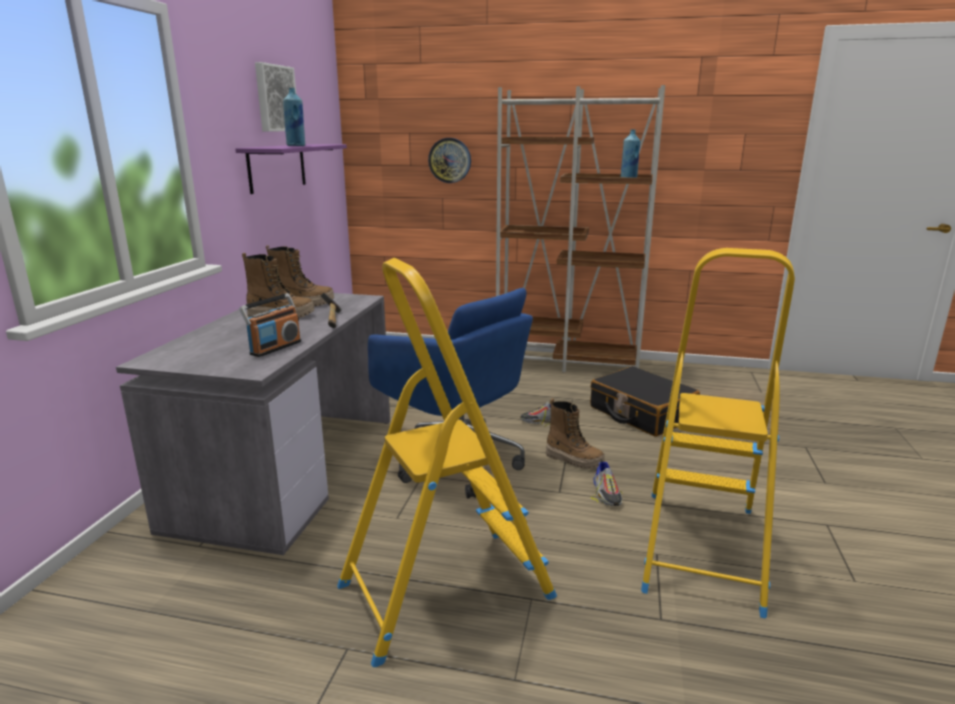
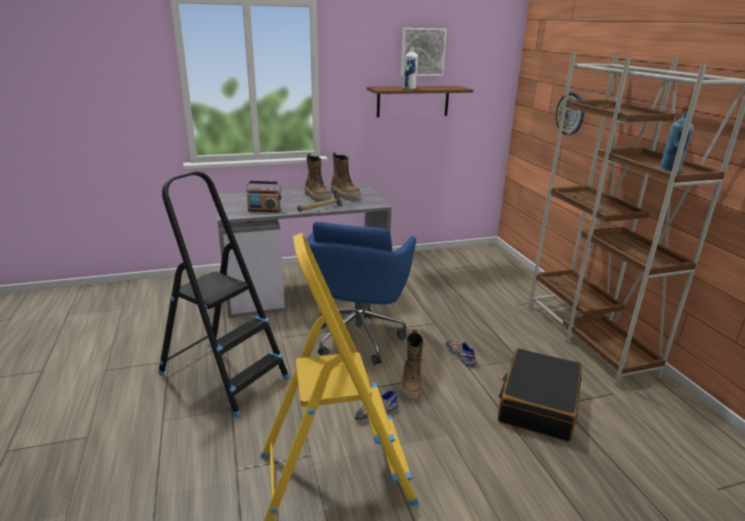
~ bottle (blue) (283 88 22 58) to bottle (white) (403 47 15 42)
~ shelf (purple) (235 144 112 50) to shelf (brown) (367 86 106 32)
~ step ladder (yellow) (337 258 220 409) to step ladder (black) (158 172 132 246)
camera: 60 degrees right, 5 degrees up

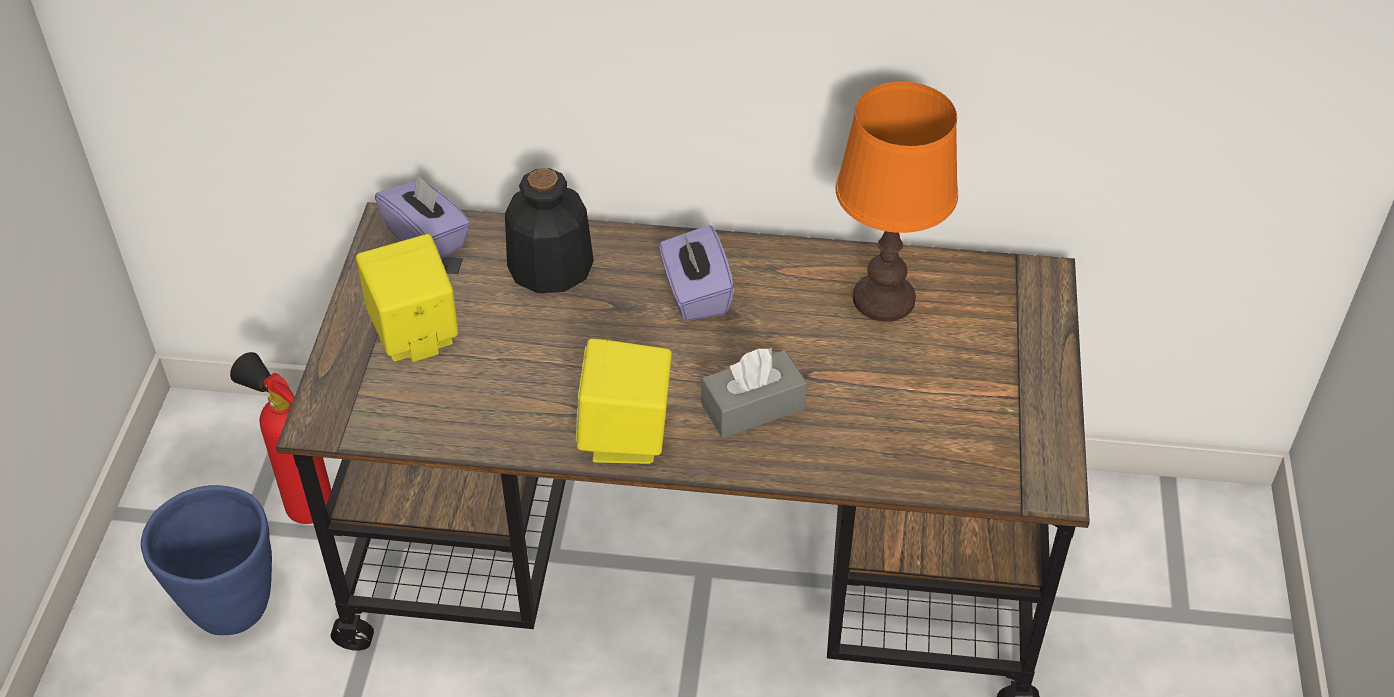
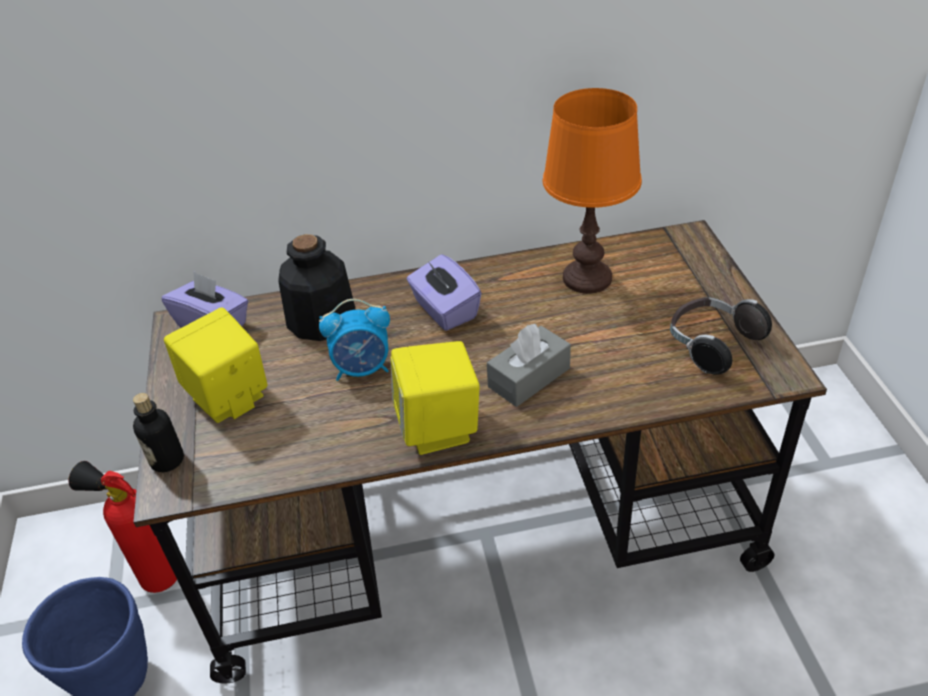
+ headphones (670 297 102 78)
+ alarm clock (319 299 71 82)
+ bottle (133 393 51 79)
camera: 15 degrees left, 5 degrees down

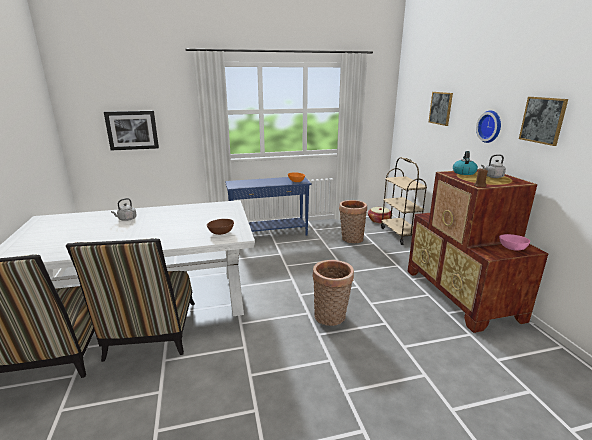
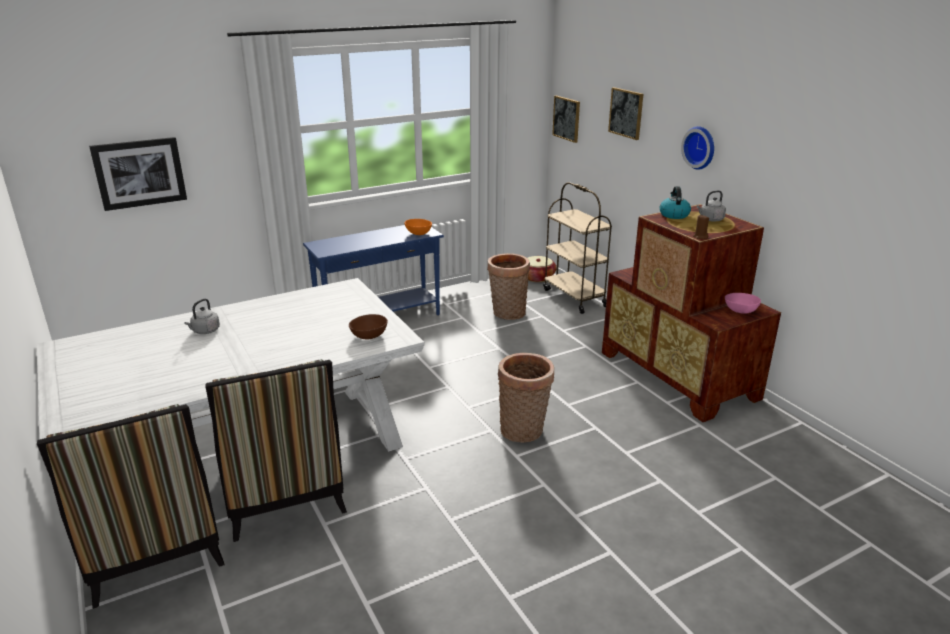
~ picture (519 97 49 49) to (552 96 28 47)
camera: 15 degrees left, 5 degrees up

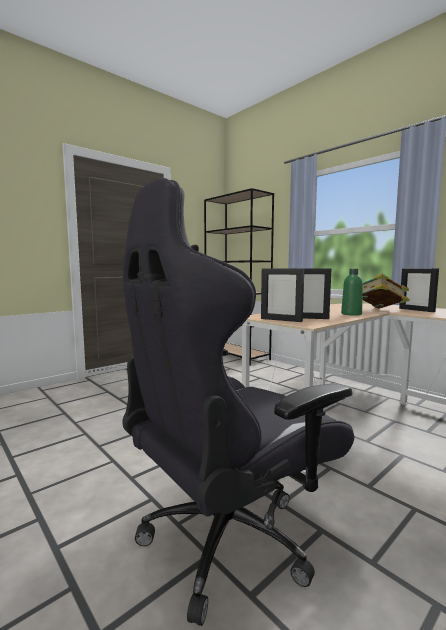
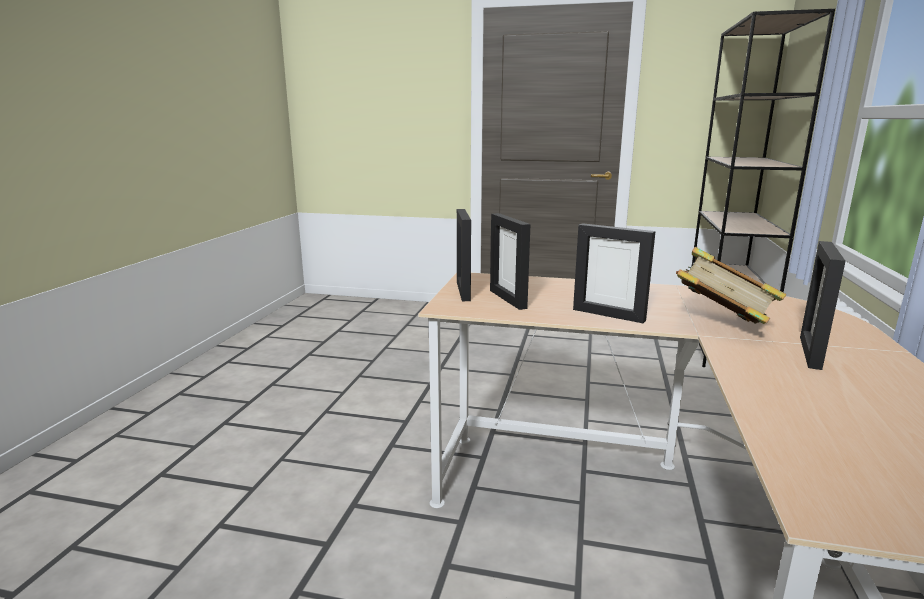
- office chair (black) (122 178 232 448)
~ bottle (green) (341 269 22 47) to picture frame (573 223 83 100)
camera: 55 degrees right, 10 degrees up

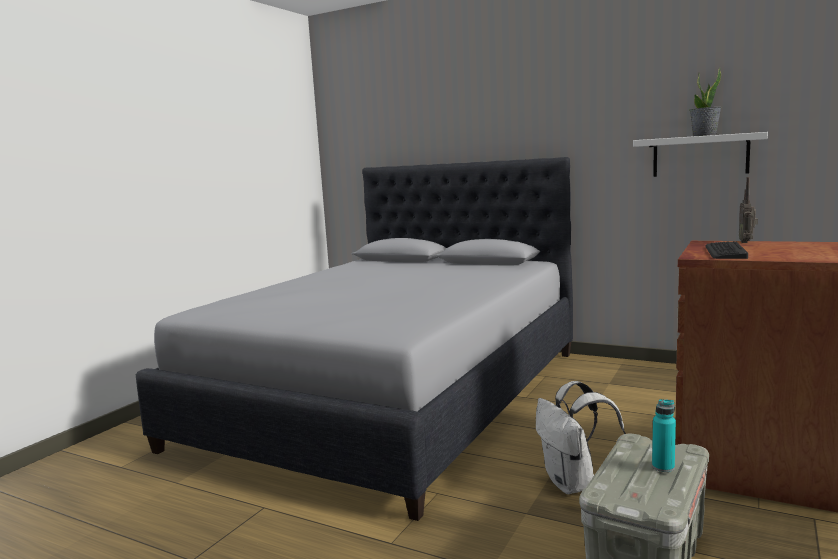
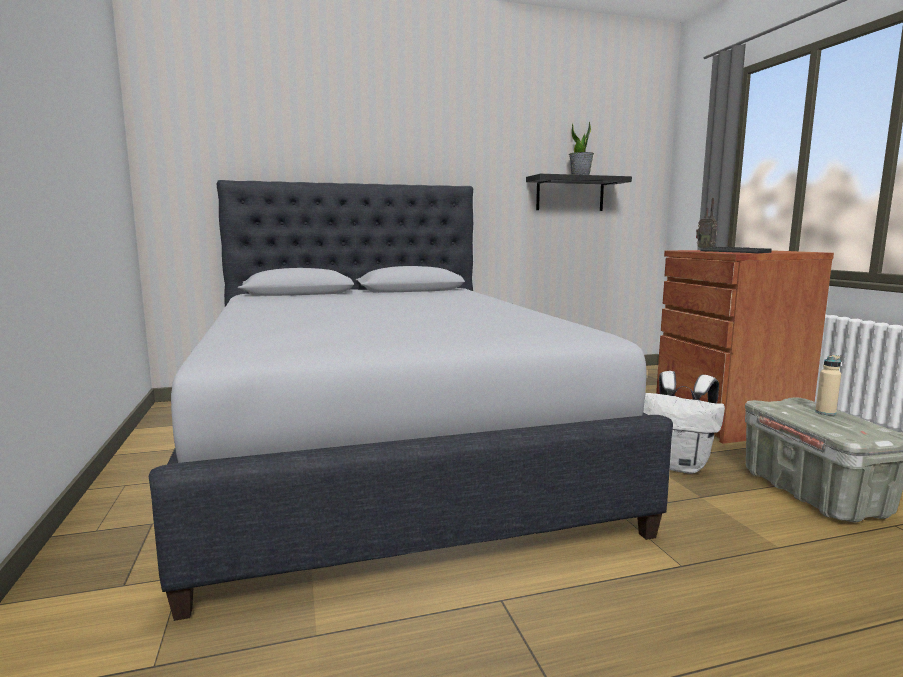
~ shelf (white) (633 132 135 45) to shelf (black) (526 174 106 37)
~ bottle (turquoise) (652 399 24 73) to bottle (beige) (815 355 26 61)
camera: 45 degrees left, 0 degrees up

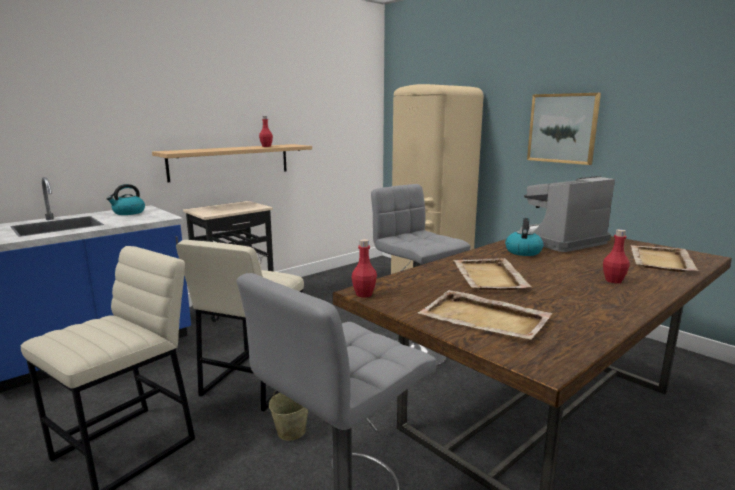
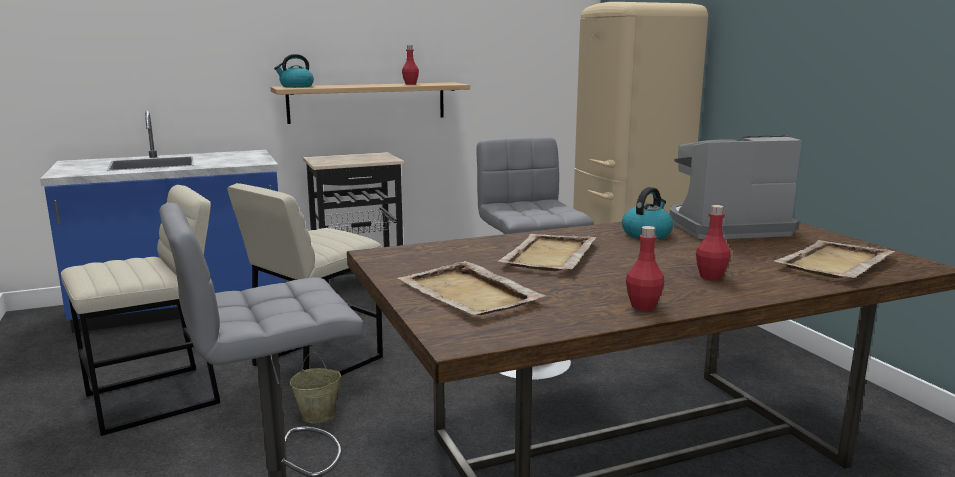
- picture (527 93 74 72)
~ kettle (106 184 39 31) to (274 54 40 34)
~ bottle (red) (351 239 26 59) to (626 226 39 85)
camera: 20 degrees right, 0 degrees up

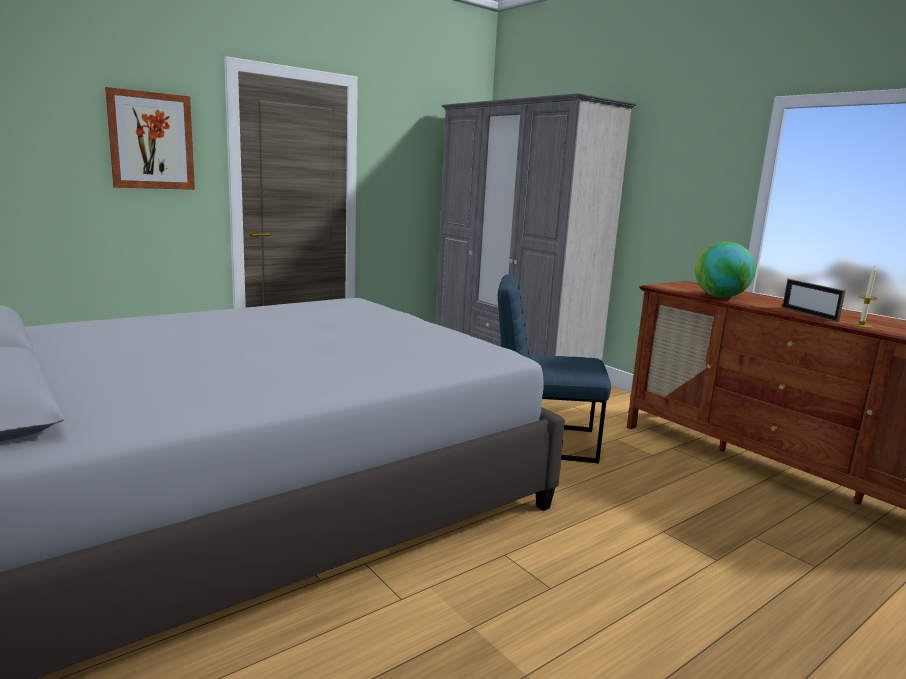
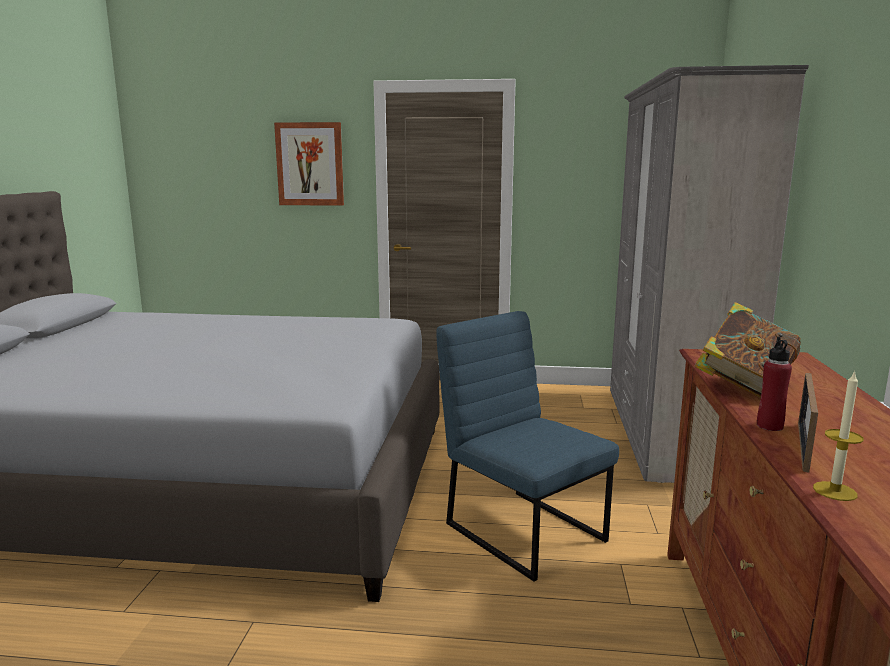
~ globe (695 242 61 56) to book (694 302 107 96)
+ bottle (red) (757 337 35 94)
camera: 45 degrees right, 0 degrees up

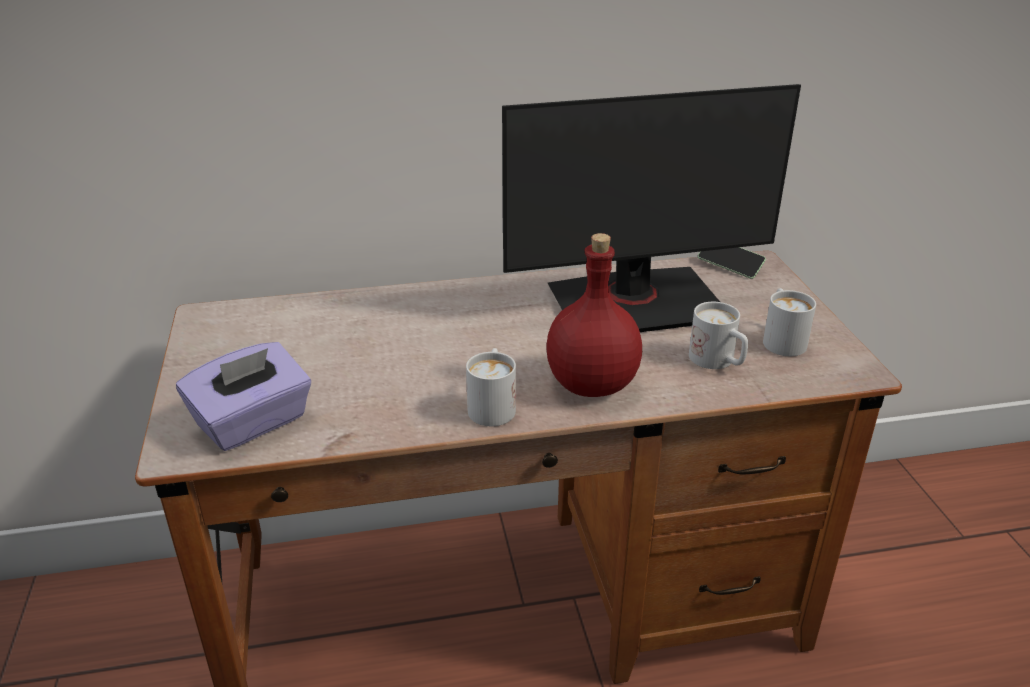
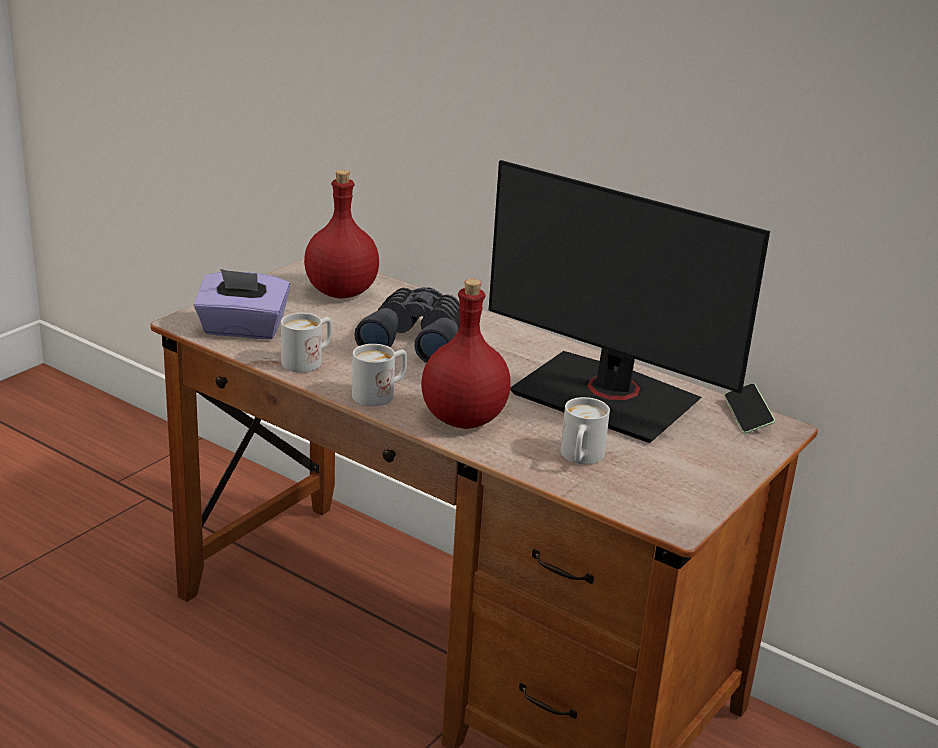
~ mug (white) (763 288 53 68) to (281 313 51 60)
+ bottle (red) (304 170 75 129)
+ binoculars (grey) (354 287 106 76)
camera: 45 degrees right, 5 degrees down

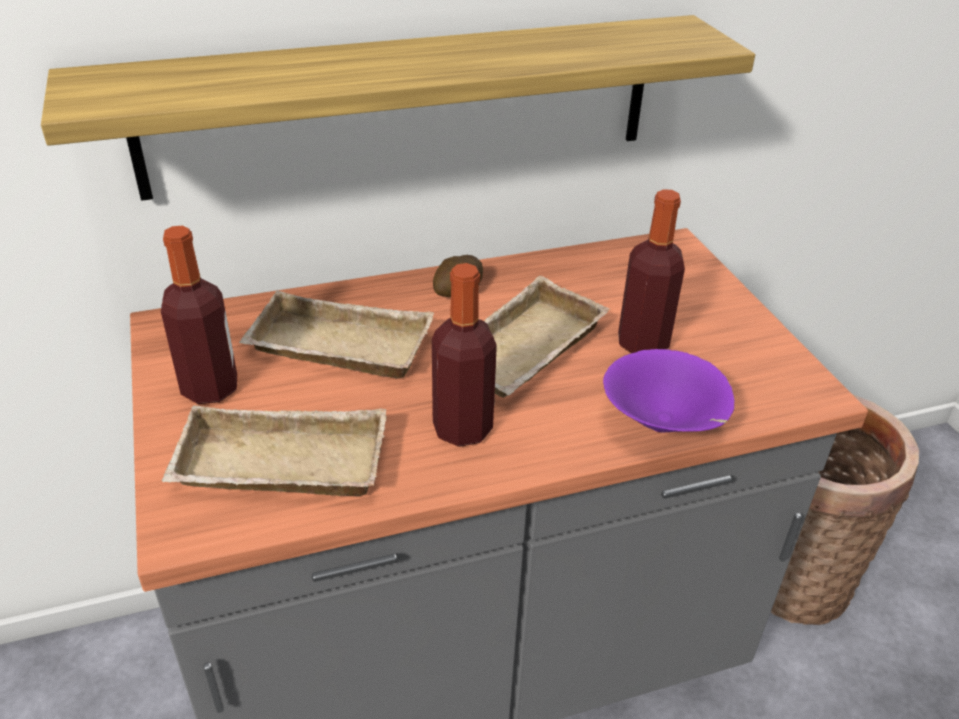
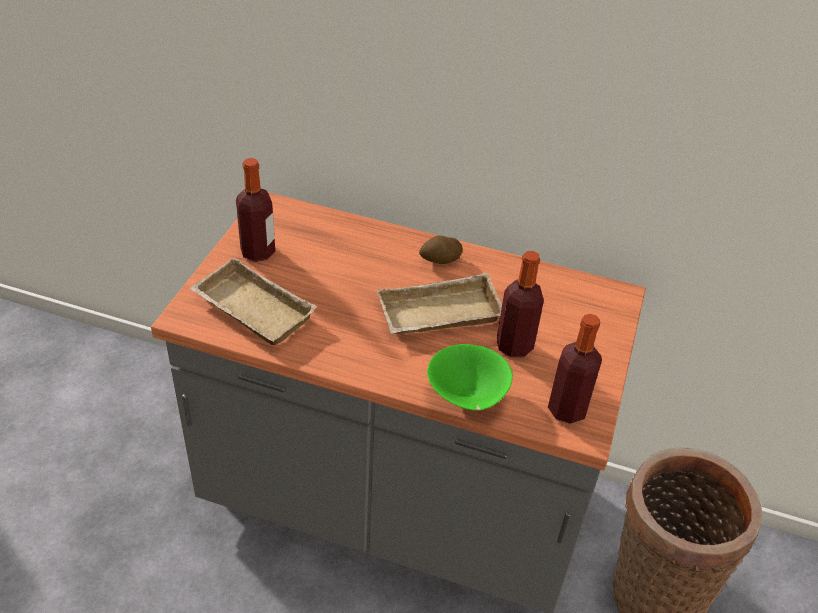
- shelf (41 15 714 186)
~ bottle (432 263 65 184) to (548 314 54 110)
- tray (beige) (239 291 195 88)
~ bowl (purple) (603 349 132 84) to bowl (green) (427 344 86 67)
camera: 35 degrees right, 5 degrees up

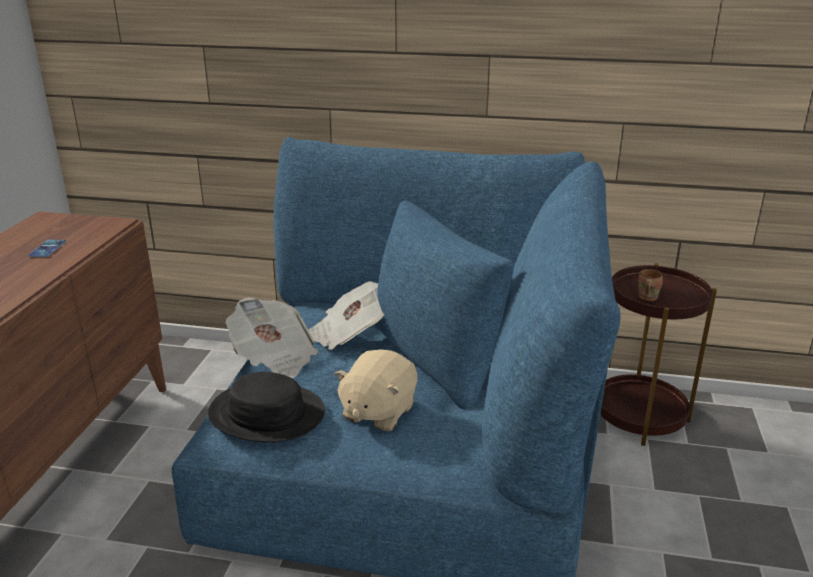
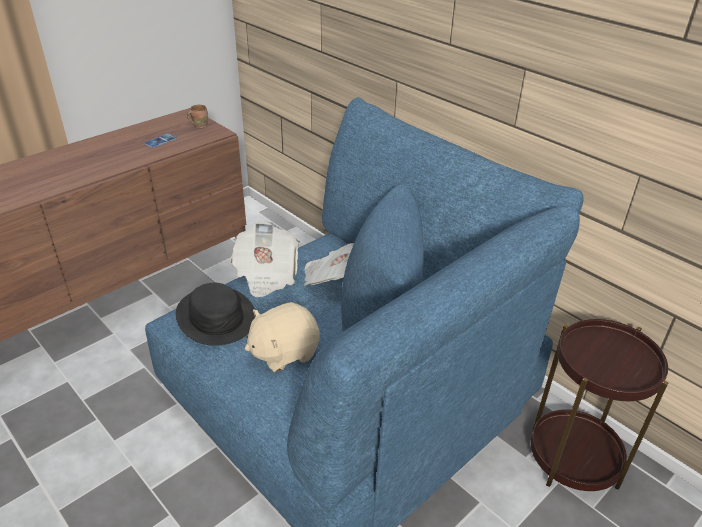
~ mug (brown) (638 269 25 32) to (187 105 21 23)
camera: 35 degrees right, 10 degrees up

